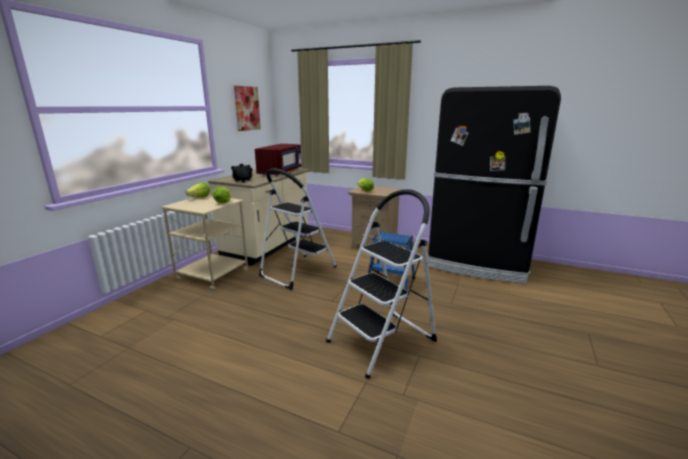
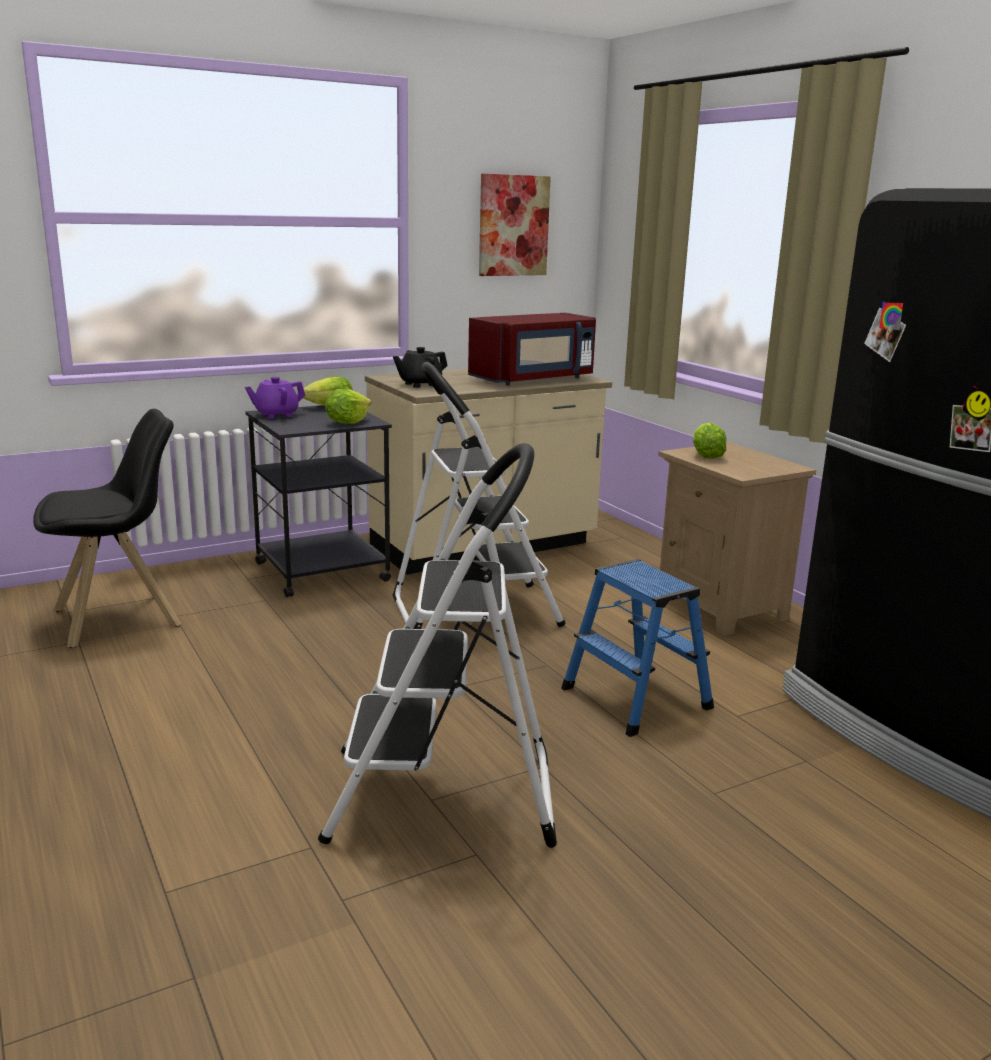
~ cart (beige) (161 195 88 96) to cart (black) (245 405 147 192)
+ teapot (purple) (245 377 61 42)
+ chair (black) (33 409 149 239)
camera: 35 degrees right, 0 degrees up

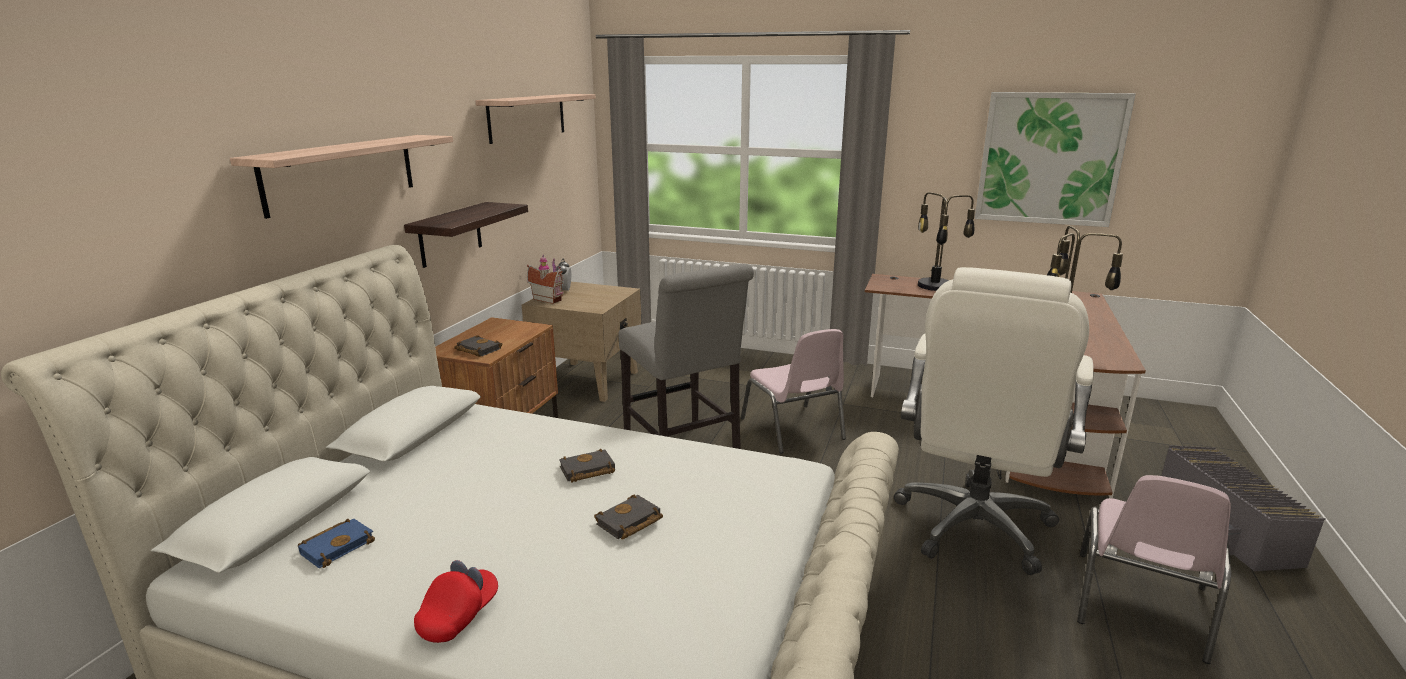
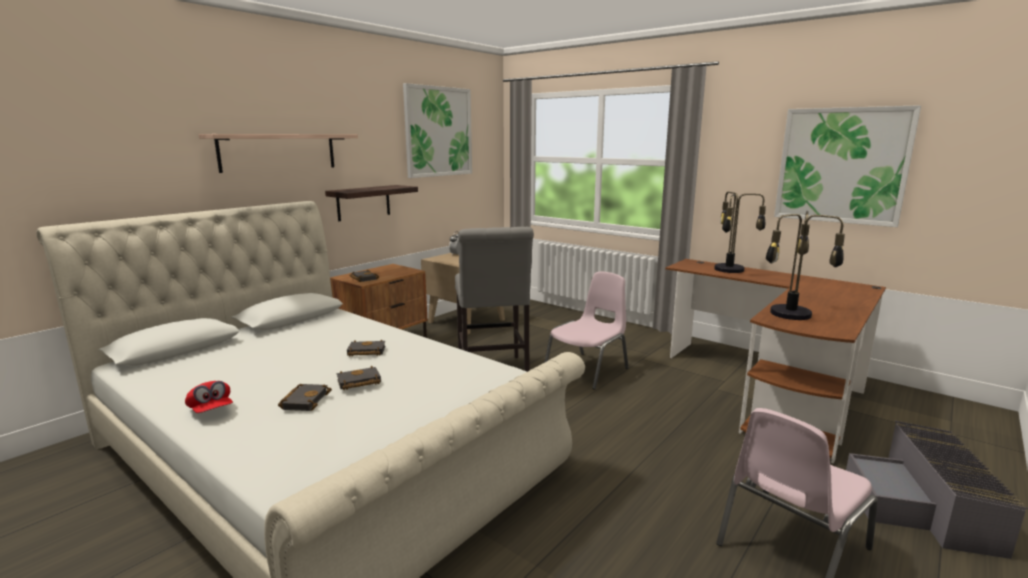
~ shelf (475 94 121 50) to picture (403 83 69 95)
- toy house (527 255 37 49)
- office chair (white) (894 267 200 308)
~ chair (pink) (741 329 105 124) = (544 272 85 118) 135 degrees counterclockwise
- book (blue) (298 519 77 49)
~ cap (red) (414 560 84 83) = (185 381 48 32) 90 degrees clockwise
+ book (black) (278 384 54 27)
camera: 20 degrees right, 5 degrees down

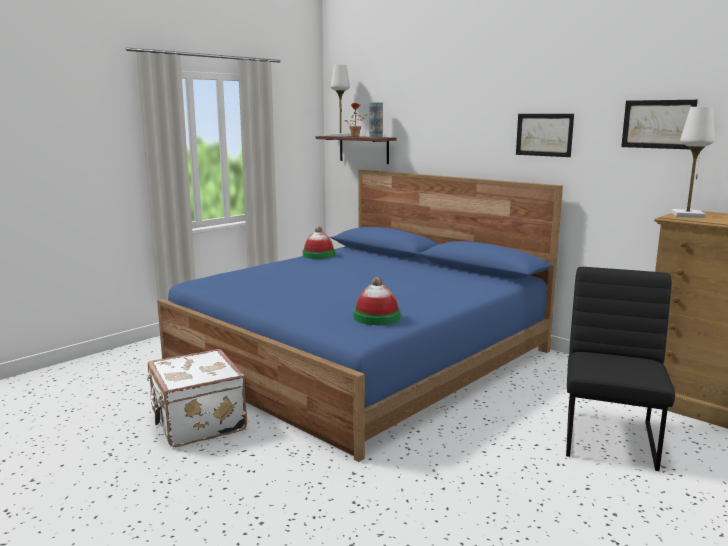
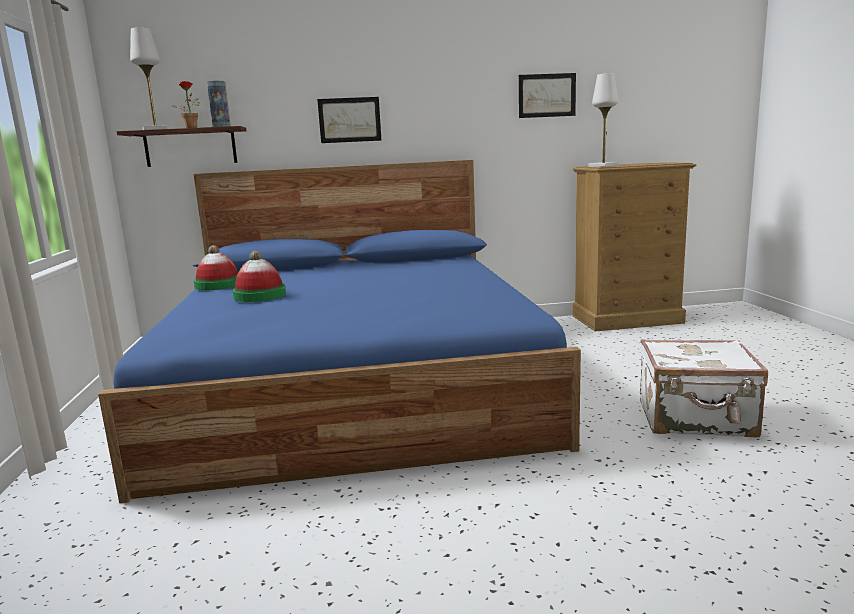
~ picture (516 114 58 43) to (317 97 64 46)
- chair (black) (566 267 109 204)
~ hat (353 277 47 48) to (233 251 53 51)
~ suitcase (white) (147 349 100 98) to (640 339 128 98)
camera: 50 degrees left, 0 degrees up

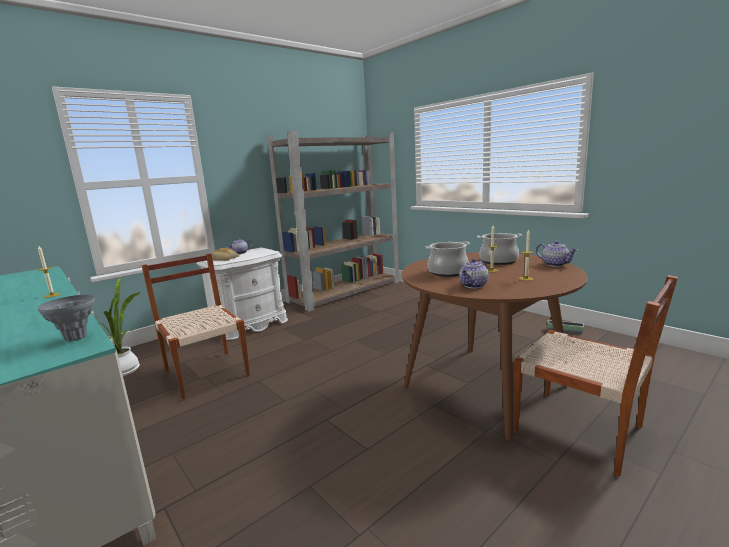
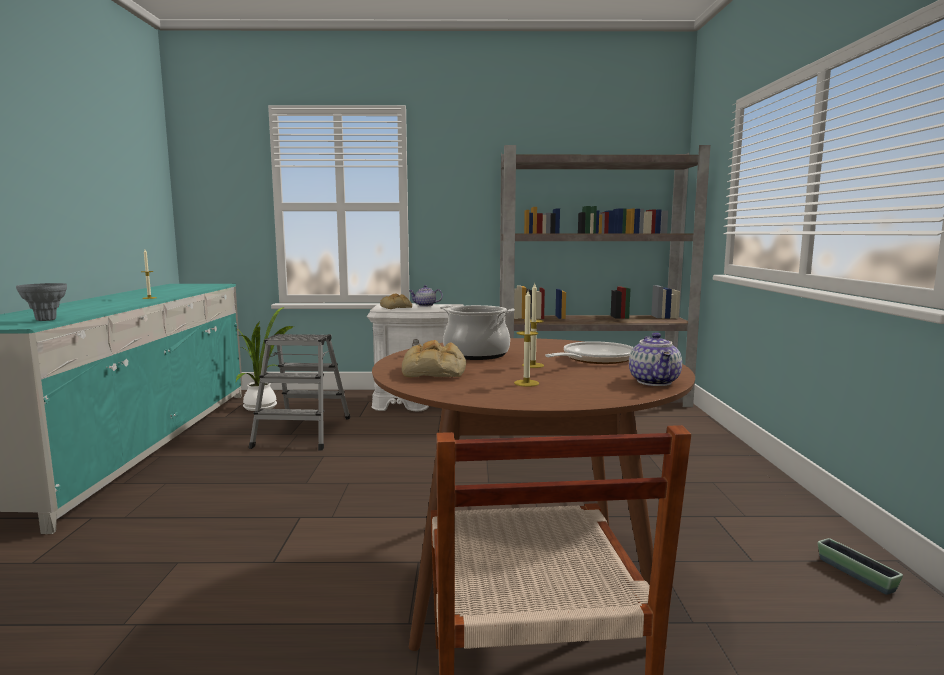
~ cooking pot (477 233 45 32) to frying pan (545 341 89 23)
~ chair (142 253 108 146) to step ladder (grey) (249 334 102 117)
~ teapot (459 258 30 31) to bread (402 340 64 37)
camera: 40 degrees right, 5 degrees down

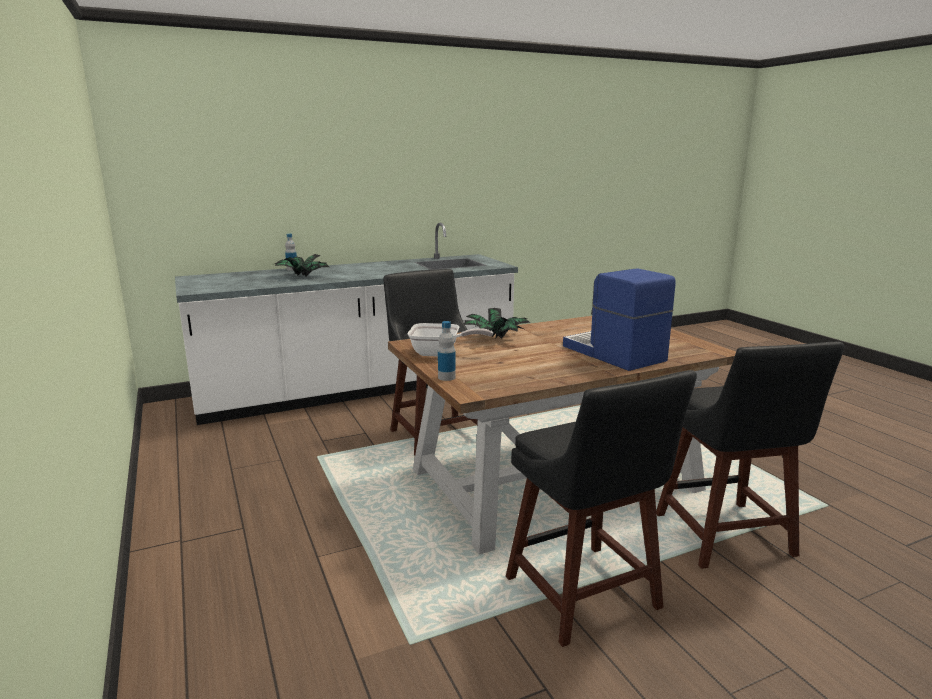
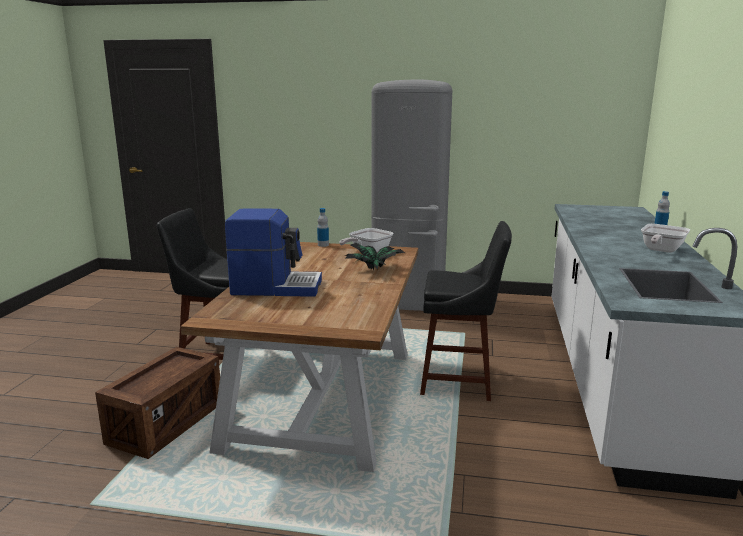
- potted plant (275 254 54 23)
~ chair (black) (656 342 188 227) to crate (95 347 125 112)
+ fridge (grey) (371 79 81 232)
+ frying pan (641 224 49 29)
camera: 125 degrees right, 0 degrees up

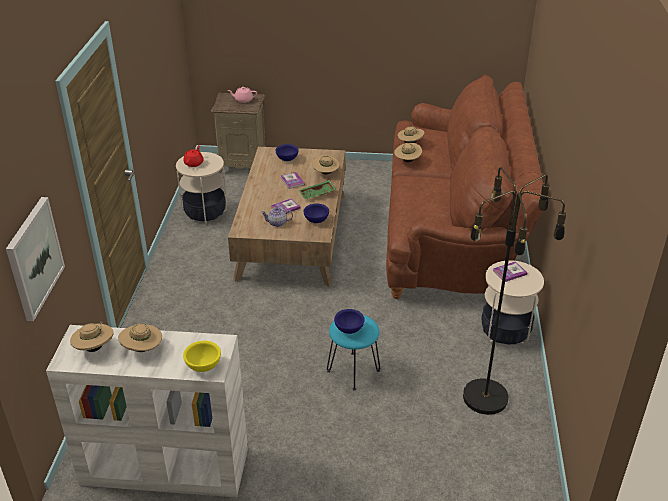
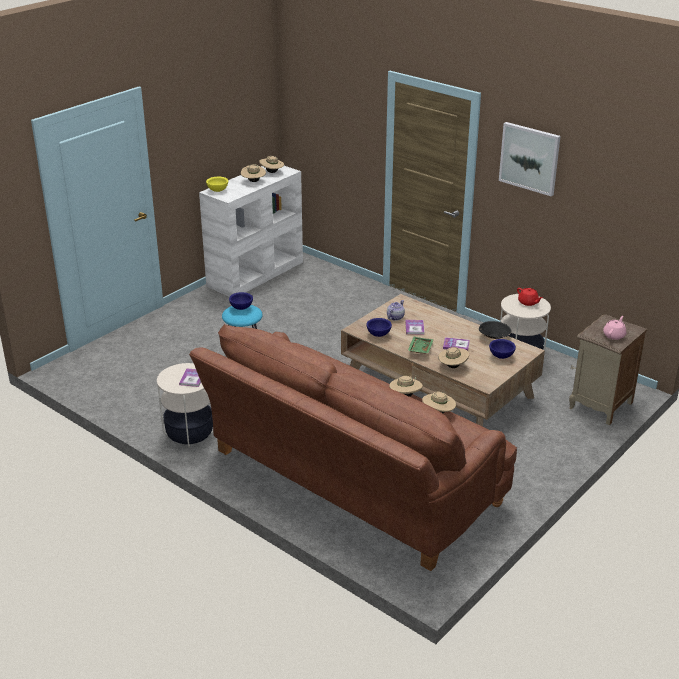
- floor lamp (463 167 103 248)
~ picture (6 197 59 124) to (499 122 62 74)
+ bowl (black) (479 321 33 18)
camera: 125 degrees right, 5 degrees down

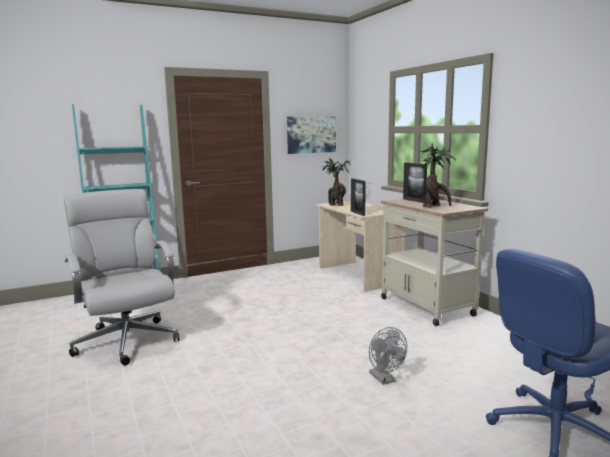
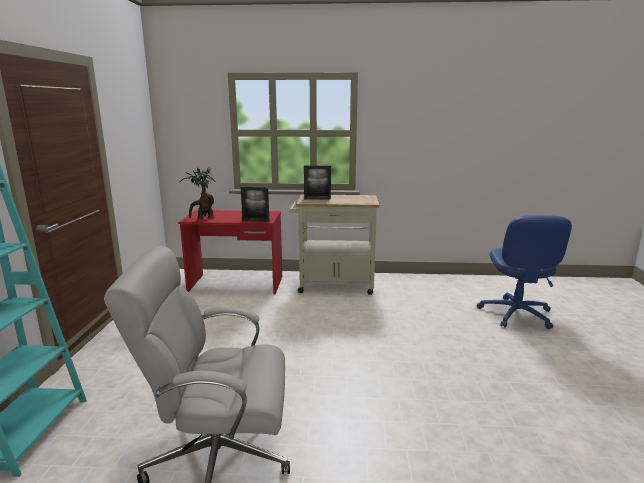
- picture (287 116 49 38)
- potted plant (420 143 36 64)
~ desk (beige) (316 201 89 91) to desk (red) (178 210 104 84)
- fan (grey) (369 327 38 58)
camera: 60 degrees left, 5 degrees up

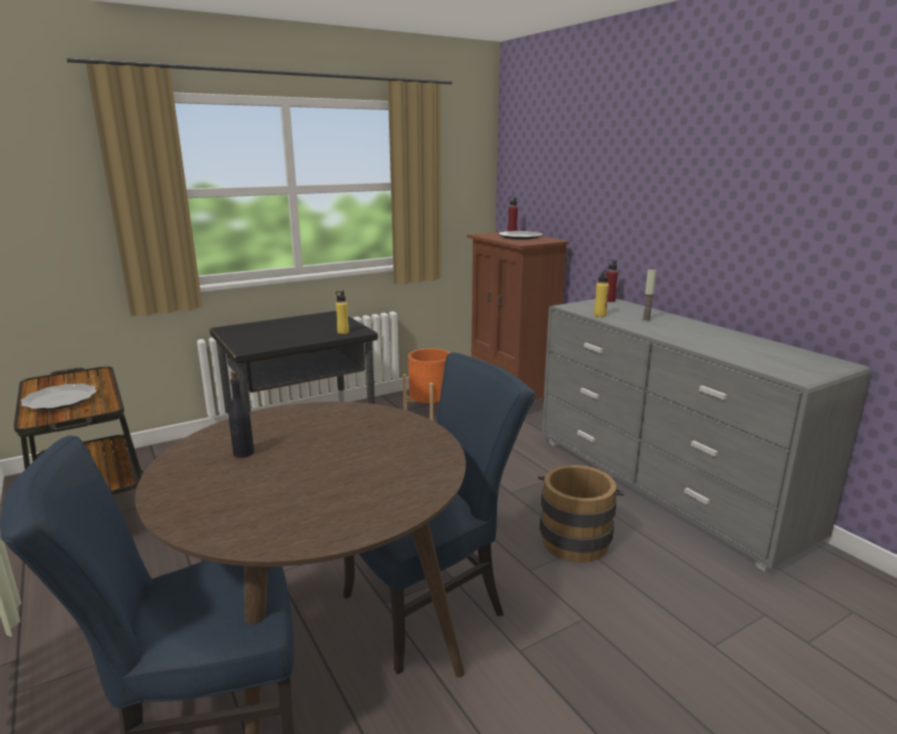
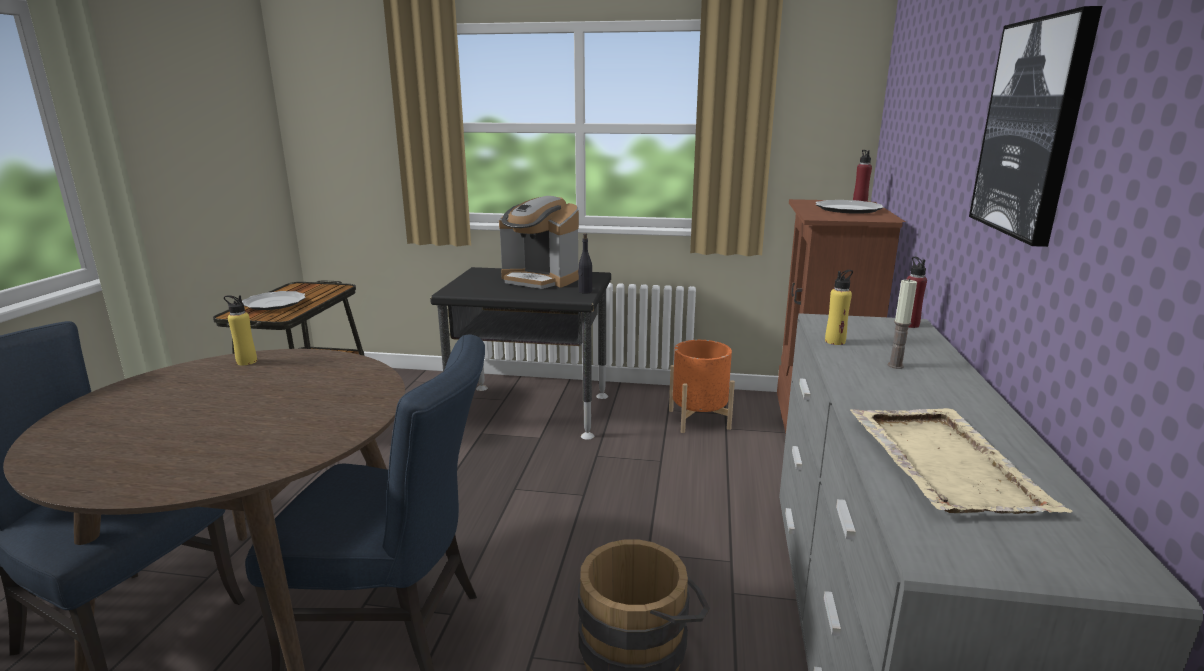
~ bottle (yellow) (336 290 13 44) to (224 295 33 70)
~ bottle (black) (229 371 25 87) to (578 233 14 61)
+ picture (969 6 133 241)
+ coffee machine (499 196 80 93)
+ tray (beige) (850 408 222 106)
camera: 40 degrees right, 0 degrees up

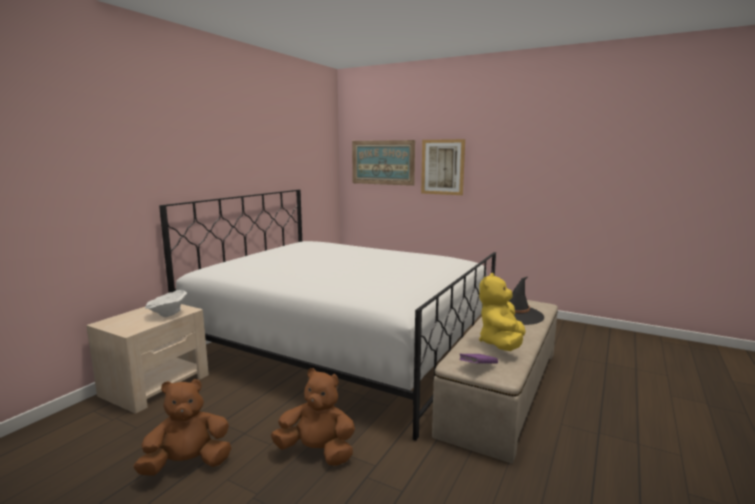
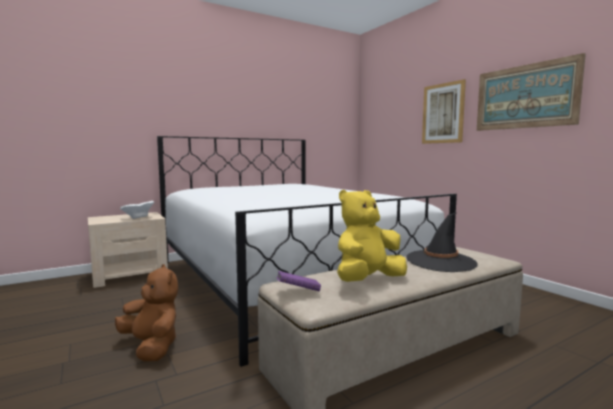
~ picture (352 140 63 46) to (477 53 109 78)
- plush toy (brown) (134 379 97 97)
camera: 30 degrees right, 5 degrees down

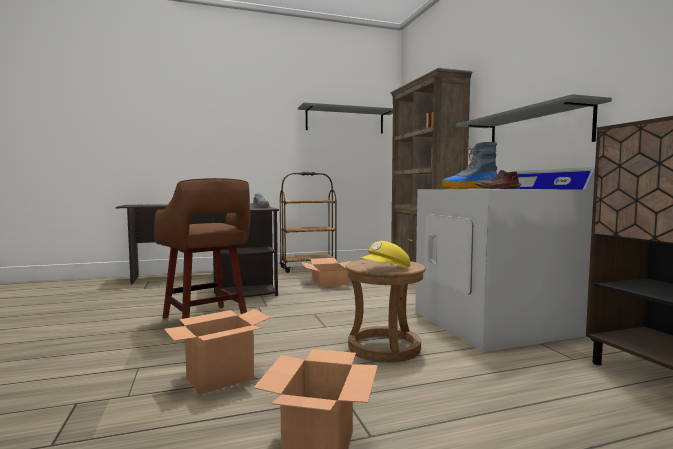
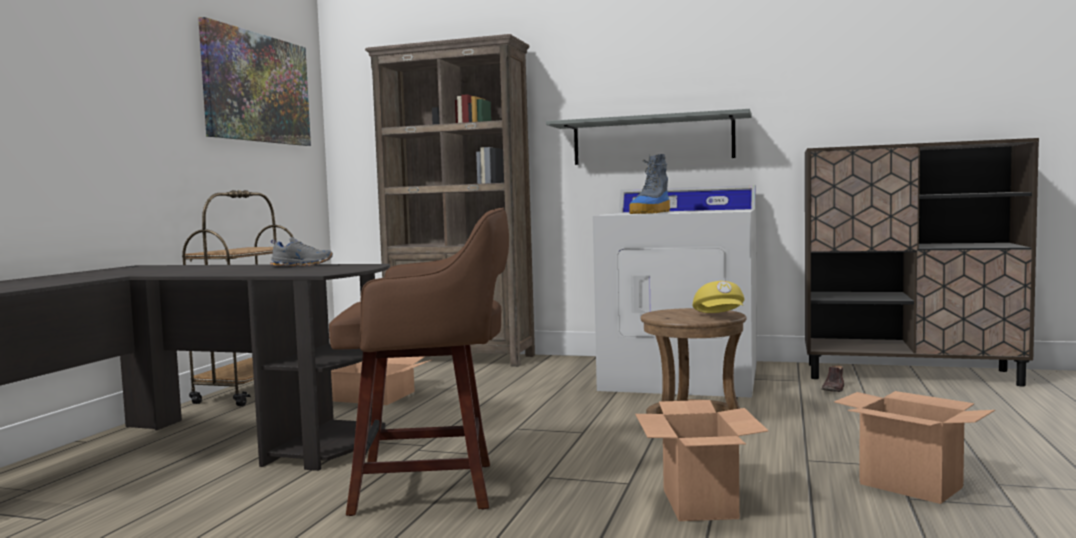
~ shelf (grey) (298 102 95 32) to picture (198 17 113 129)
~ shoe (brown) (475 170 45 19) to (822 365 22 27)
camera: 55 degrees left, 0 degrees up

